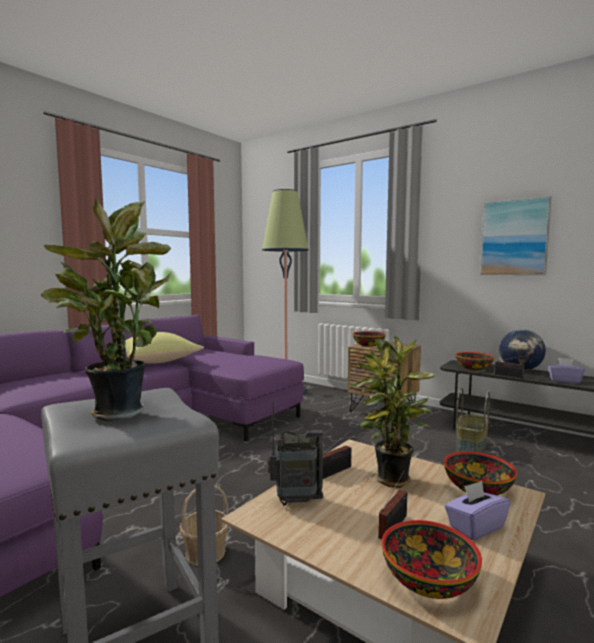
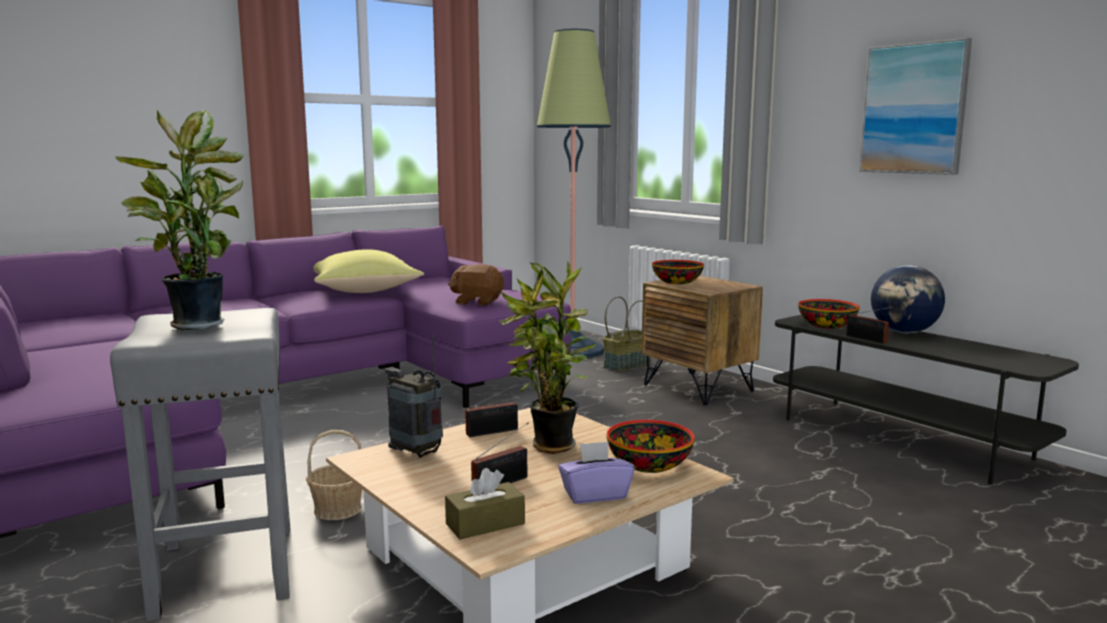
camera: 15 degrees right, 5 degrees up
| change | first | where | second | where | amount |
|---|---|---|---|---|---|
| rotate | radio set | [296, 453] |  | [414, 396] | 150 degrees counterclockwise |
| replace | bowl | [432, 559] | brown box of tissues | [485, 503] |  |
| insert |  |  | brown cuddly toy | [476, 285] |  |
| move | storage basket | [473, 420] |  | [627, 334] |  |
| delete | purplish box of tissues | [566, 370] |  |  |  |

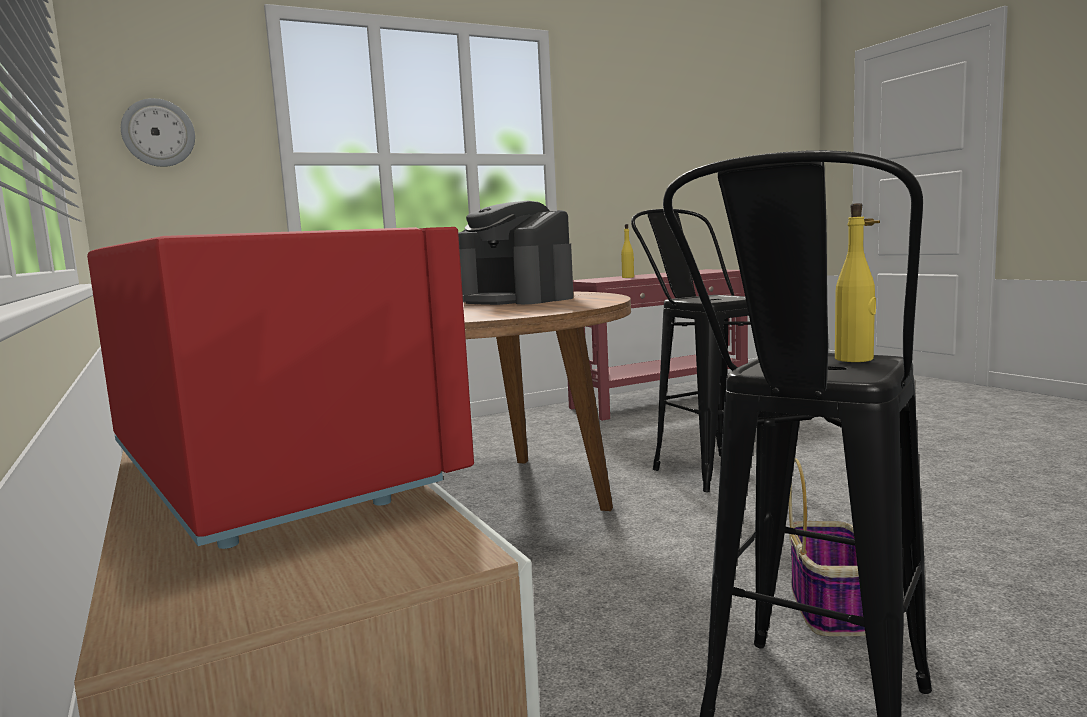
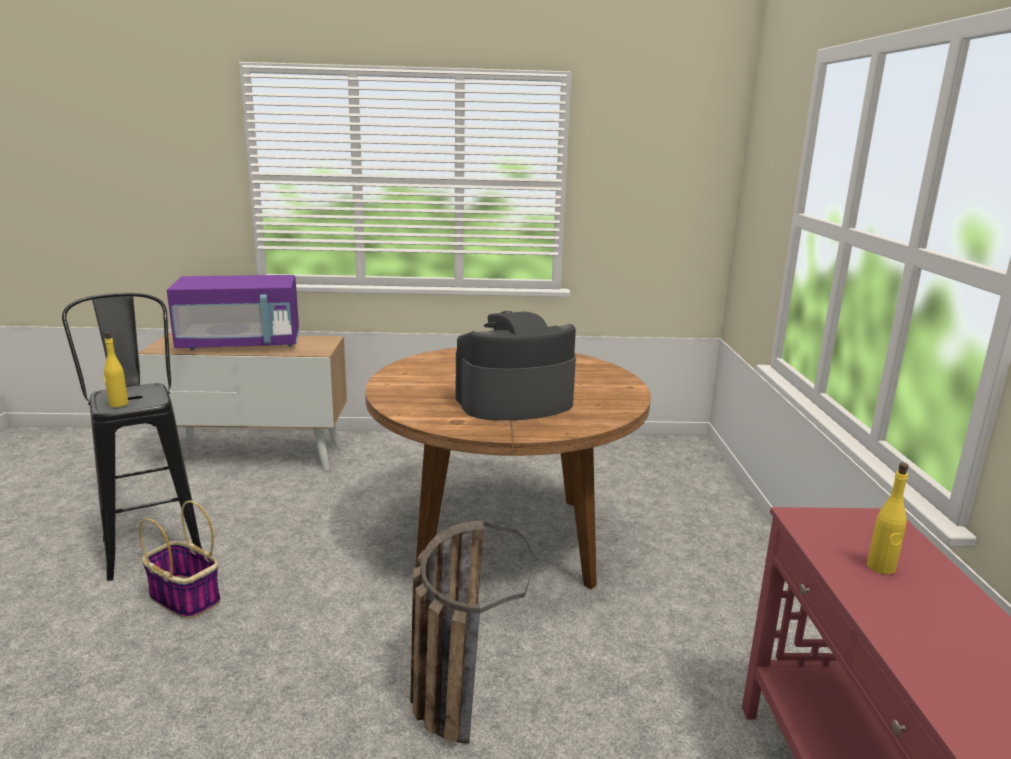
camera: 115 degrees right, 10 degrees up
| change | first | where | second | where | amount |
|---|---|---|---|---|---|
| recolor | red kitchen microwave | [280, 388] | purplish kitchen microwave | [233, 312] |  |
| replace | black-coloured stool seat | [691, 350] | storage basket | [470, 632] |  |
| delete | hanging clock | [158, 132] |  |  |  |

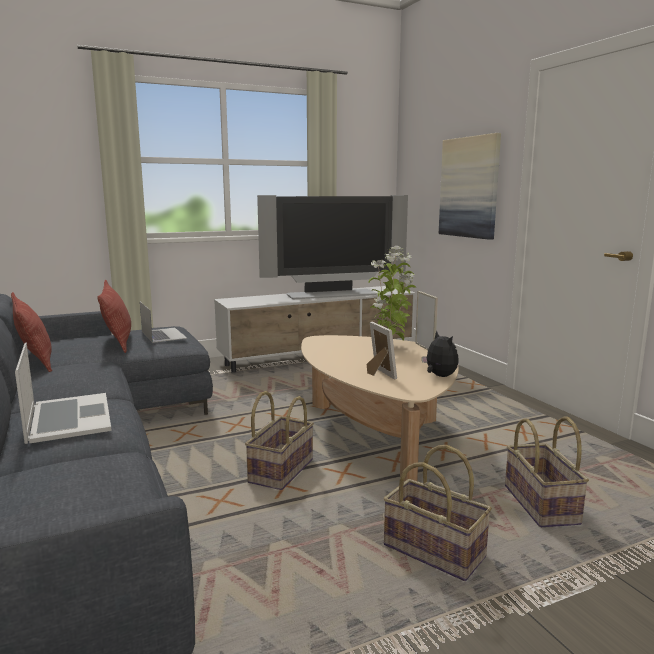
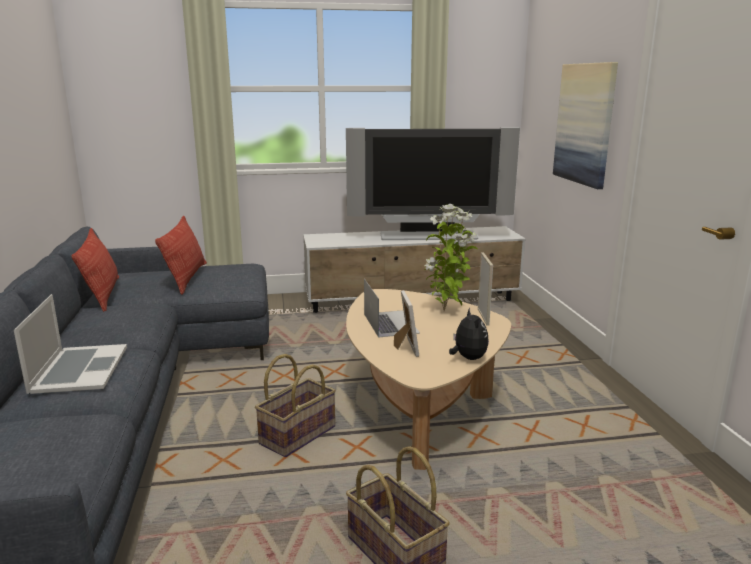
camera: 15 degrees right, 5 degrees up
| change | first | where | second | where | amount |
|---|---|---|---|---|---|
| move | laptop | [163, 322] |  | [392, 308] |  |
| delete | storage basket | [547, 471] |  |  |  |

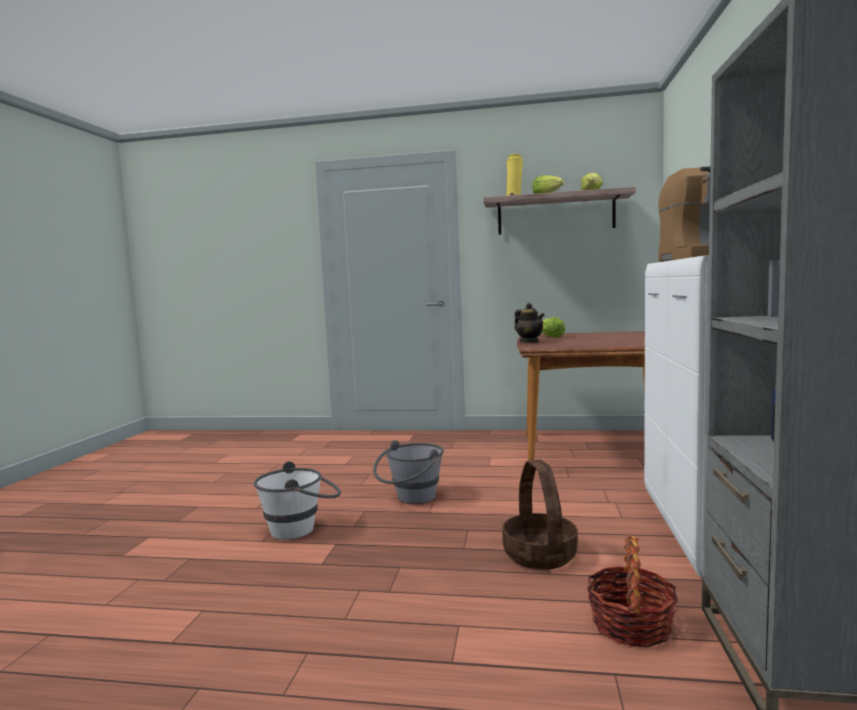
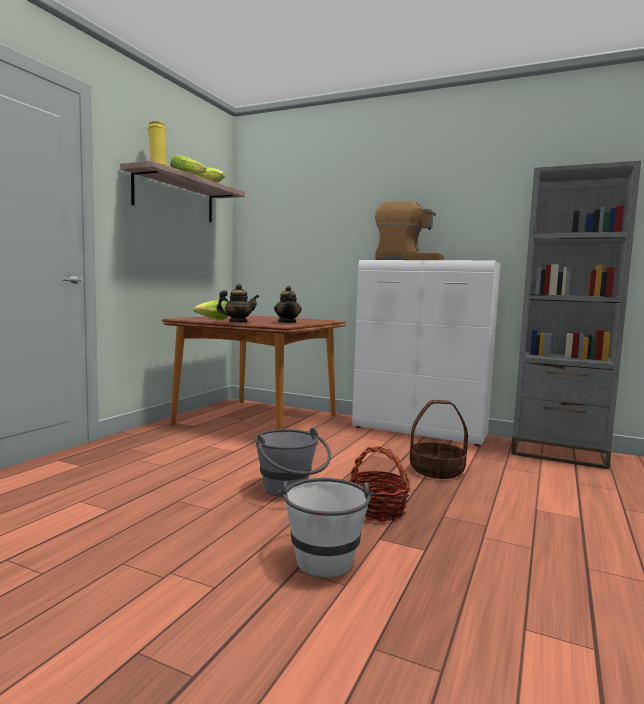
camera: 75 degrees left, 0 degrees up
| change | first | where | second | where | amount |
|---|---|---|---|---|---|
| insert |  |  | pot for tea | [288, 304] |  |
| move | storage basket | [632, 591] |  | [380, 483] |  |

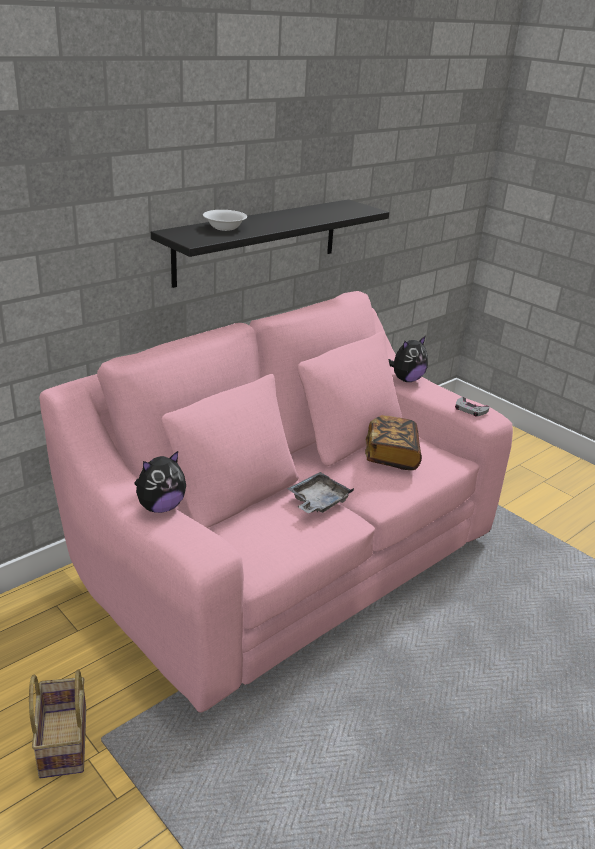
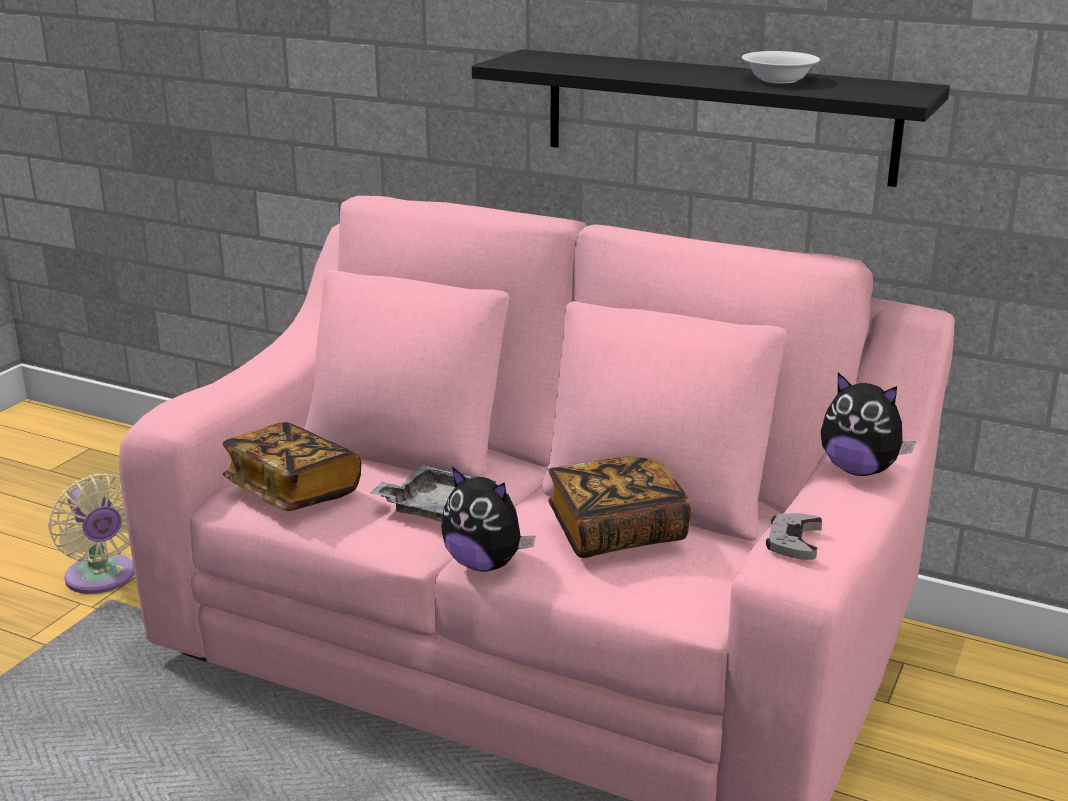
camera: 70 degrees right, 5 degrees down
| change | first | where | second | where | amount |
|---|---|---|---|---|---|
| replace | storage basket | [57, 724] | beige fan | [91, 533] |  |
| insert |  |  | book | [292, 466] |  |
| move | cuddly toy | [160, 482] |  | [488, 519] |  |
| move | white bowl | [225, 220] |  | [781, 67] |  |

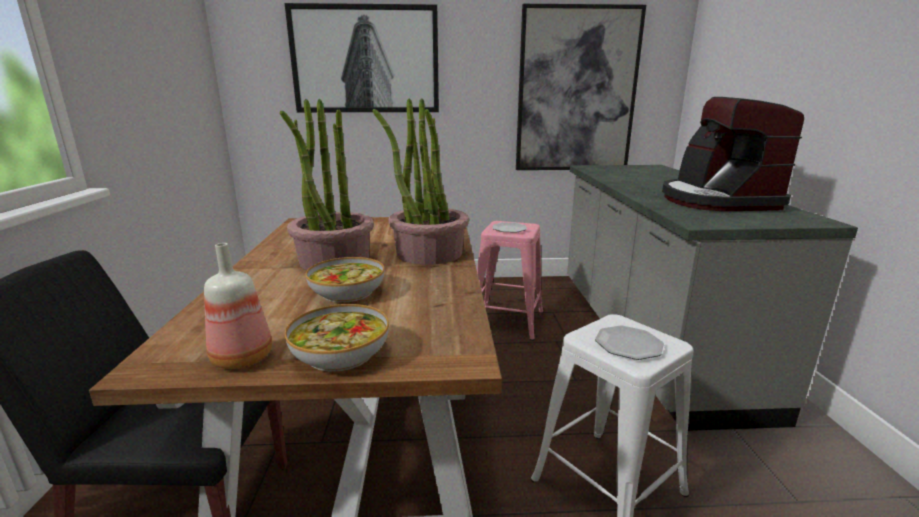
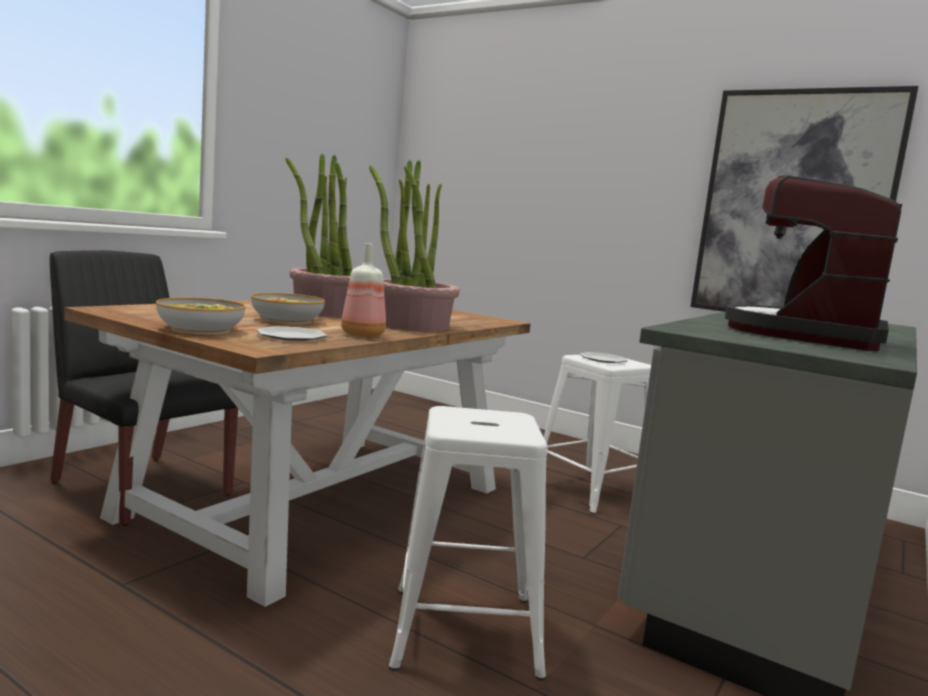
camera: 35 degrees right, 10 degrees down
| change | first | where | second | where | amount |
|---|---|---|---|---|---|
| move | plate | [629, 342] |  | [291, 333] |  |
| move | beverage bottle | [238, 306] |  | [363, 290] |  |
| recolor | pink stool seat | [510, 281] | white stool seat | [597, 435] |  |
| delete | picture | [362, 57] |  |  |  |

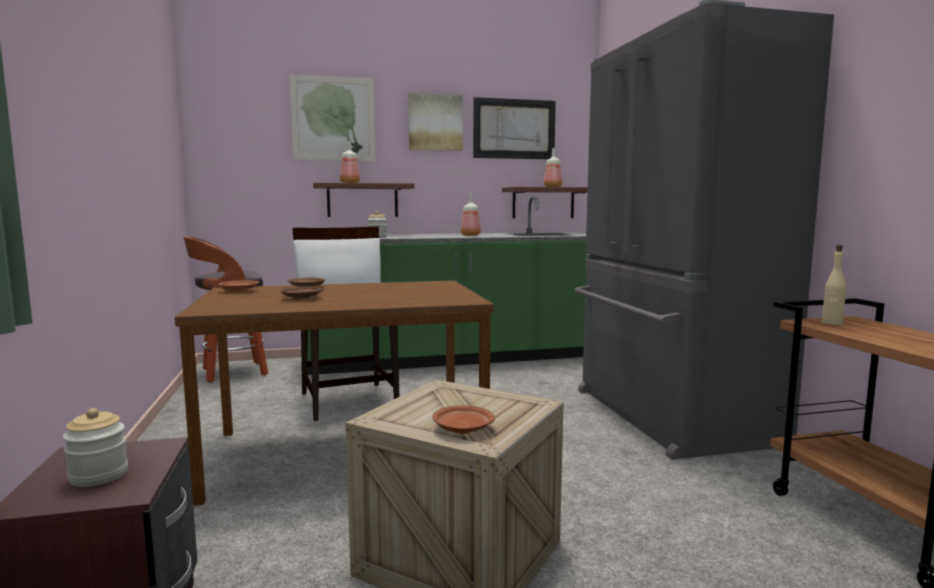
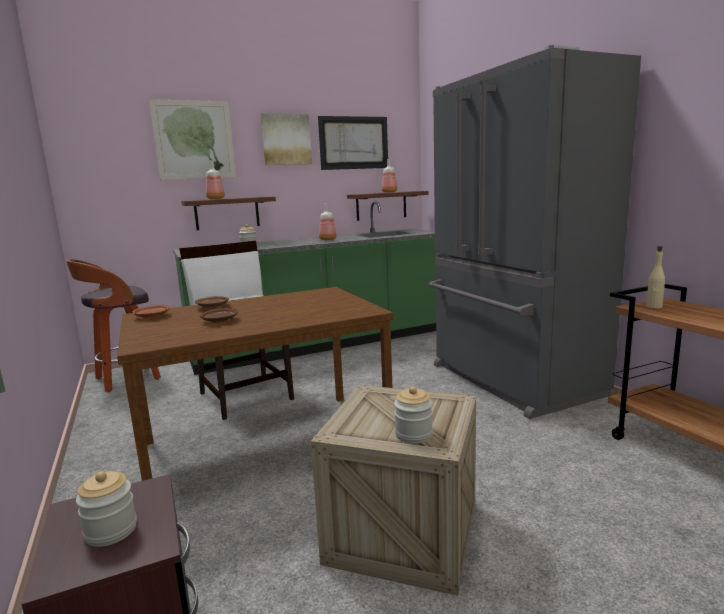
camera: 10 degrees left, 5 degrees up
| change | first | where | second | where | amount |
|---|---|---|---|---|---|
| replace | brown plate | [464, 420] | jar | [413, 414] |  |

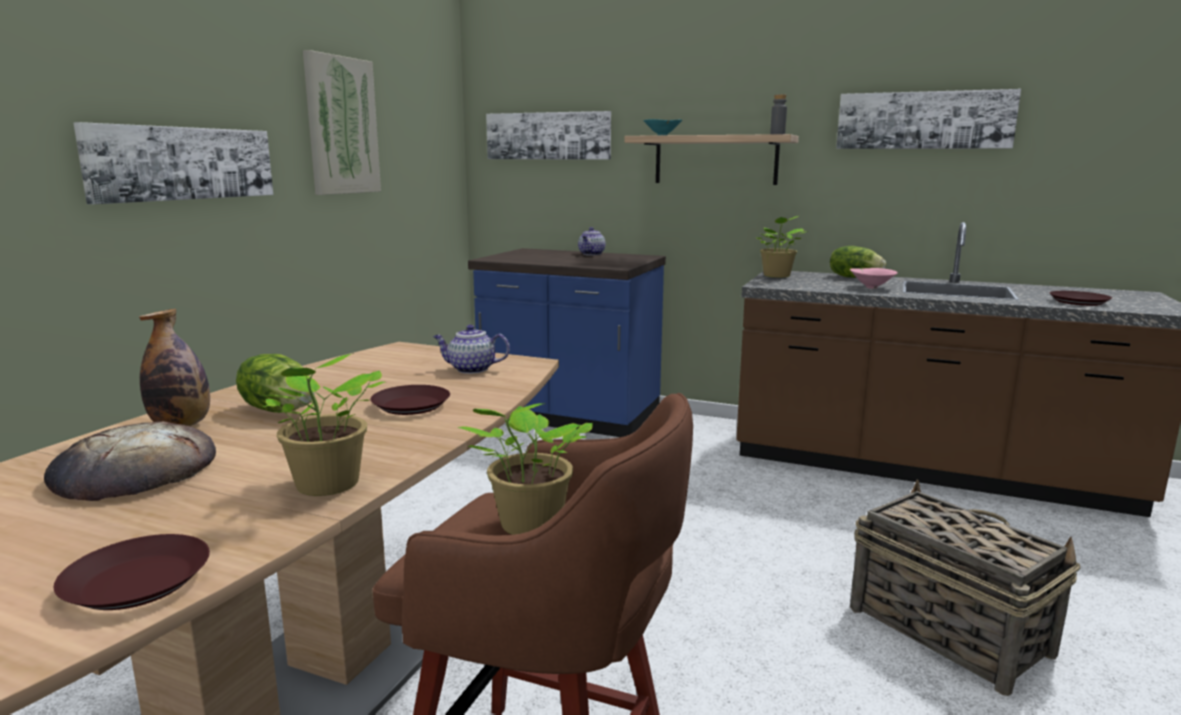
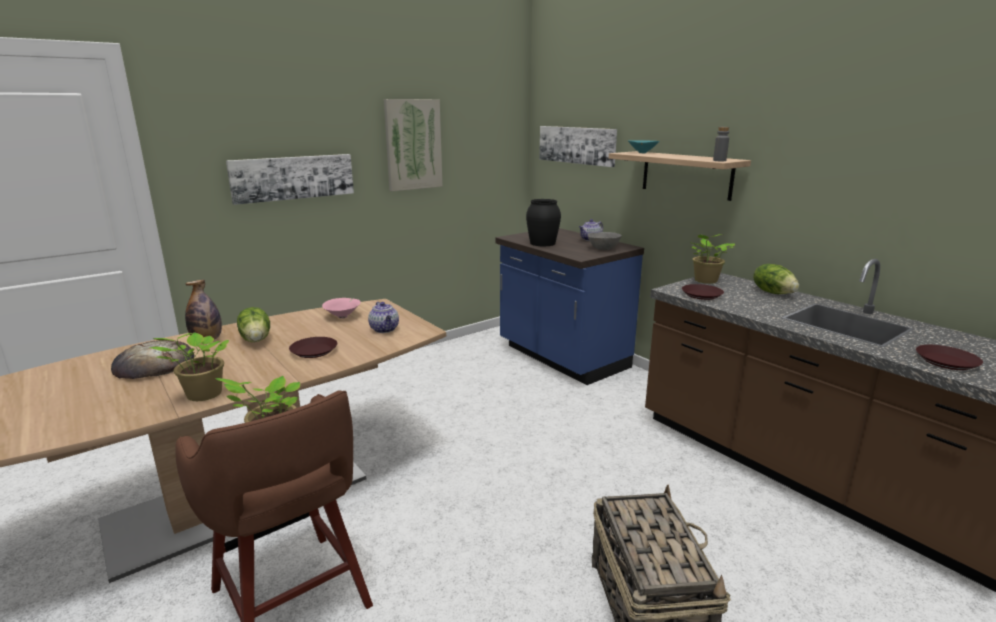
camera: 30 degrees right, 5 degrees up
| change | first | where | second | where | amount |
|---|---|---|---|---|---|
| move | pink bowl | [873, 278] |  | [341, 308] |  |
| rotate | pot for tea | [471, 349] |  | [383, 317] | 150 degrees counterclockwise |
| insert |  |  | black-coloured decorative vase | [543, 222] |  |
| insert |  |  | gray bowl | [605, 241] |  |
| move | brown plate | [132, 572] |  | [703, 292] |  |
| delete | picture | [928, 119] |  |  |  |

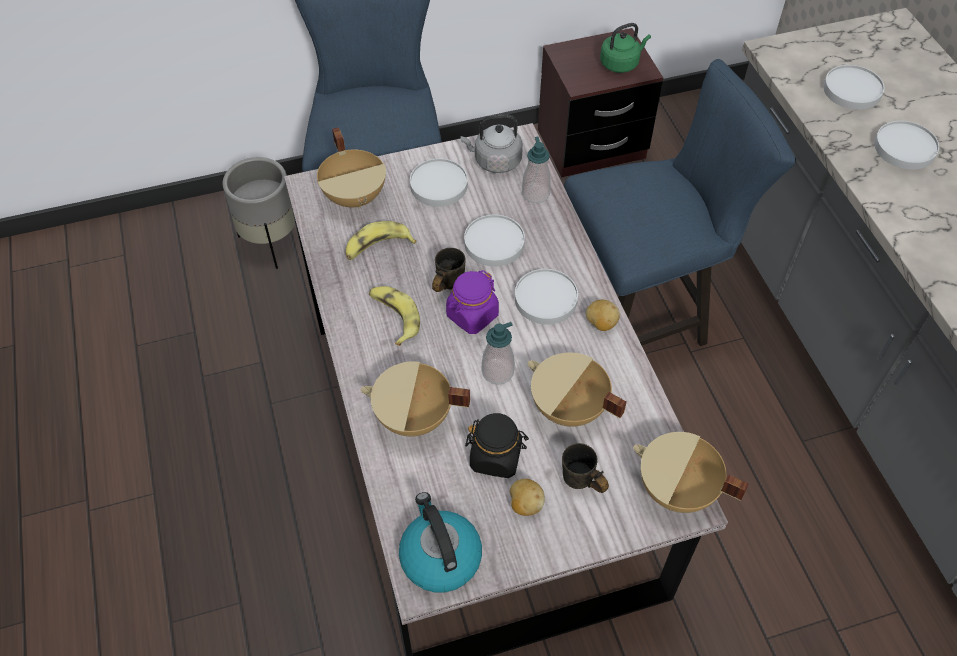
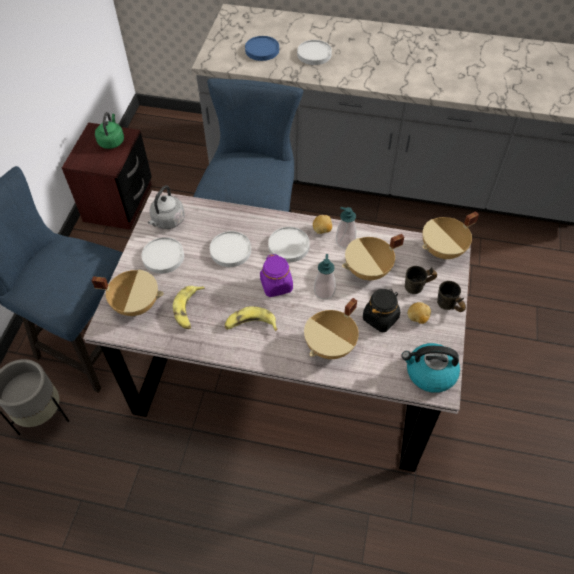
camera: 60 degrees left, 0 degrees up
| change | first | where | second | where | amount |
|---|---|---|---|---|---|
| recolor | white plate | [853, 87] | blue-coloured plate | [262, 48] |  |
| move | soap dispenser | [536, 170] |  | [346, 227] |  |
| move | gray tea mug | [449, 270] |  | [451, 296] |  |

